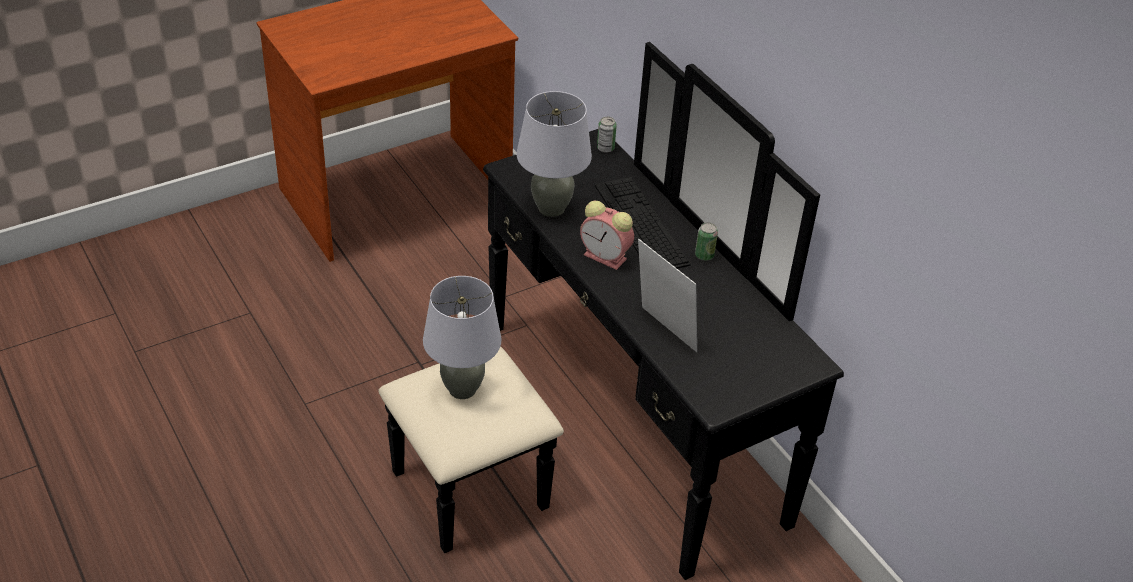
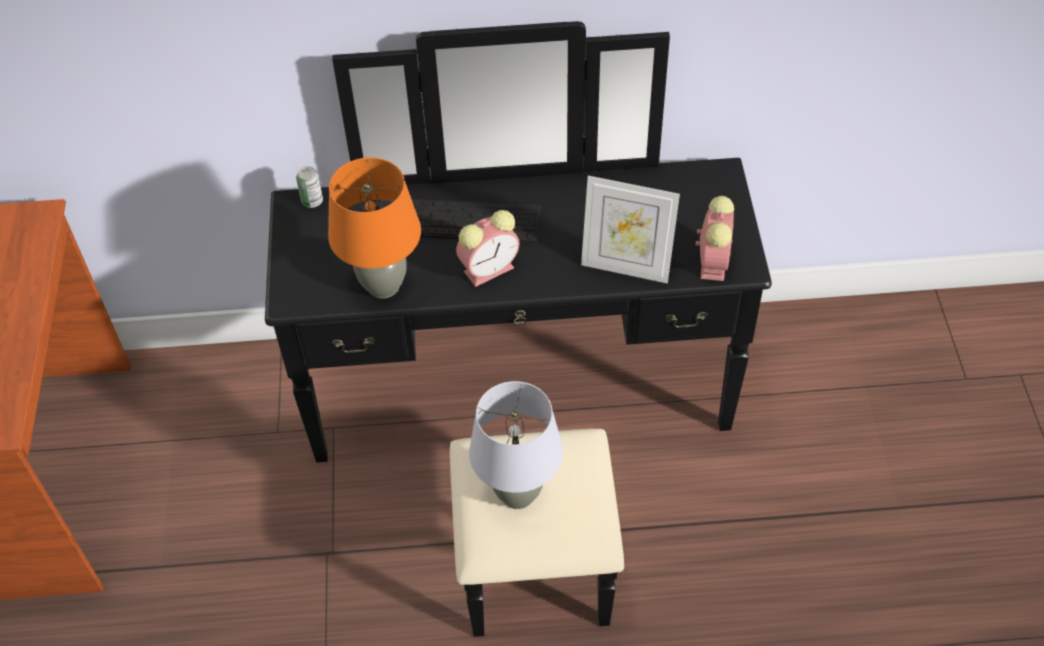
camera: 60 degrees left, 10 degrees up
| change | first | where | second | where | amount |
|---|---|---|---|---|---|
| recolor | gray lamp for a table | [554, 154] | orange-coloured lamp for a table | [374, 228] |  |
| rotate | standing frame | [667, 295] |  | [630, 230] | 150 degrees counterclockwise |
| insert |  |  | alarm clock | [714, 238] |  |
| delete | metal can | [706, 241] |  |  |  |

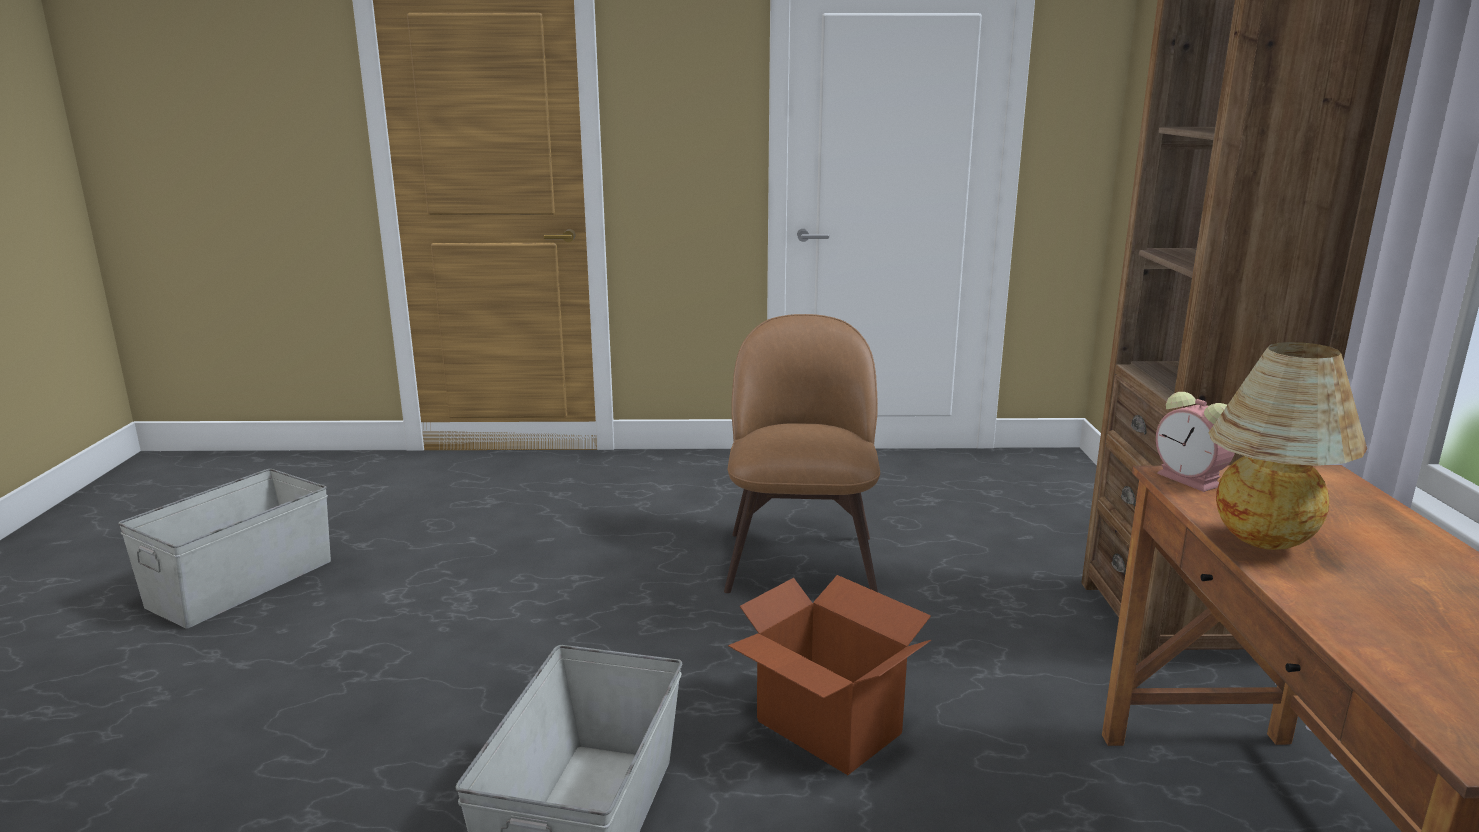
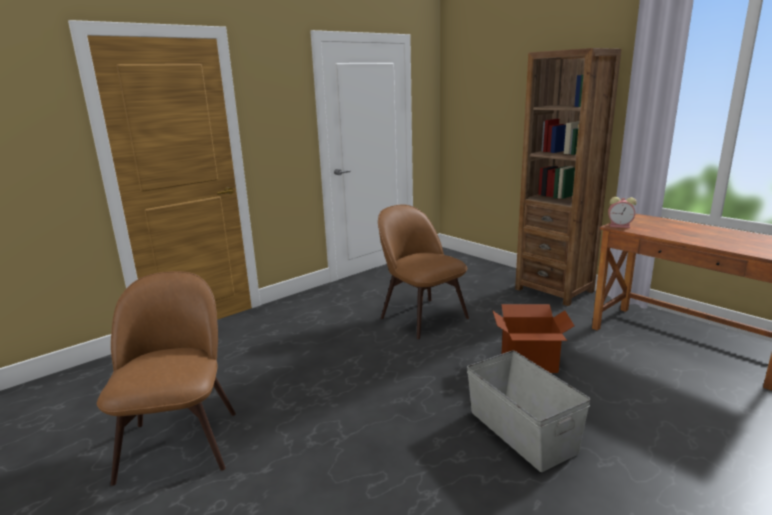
camera: 40 degrees left, 0 degrees up
| change | first | where | second | where | amount |
|---|---|---|---|---|---|
| replace | gray storage box | [224, 549] | brown upright chair | [166, 378] |  |
| delete | lamp for a table | [1287, 446] |  |  |  |

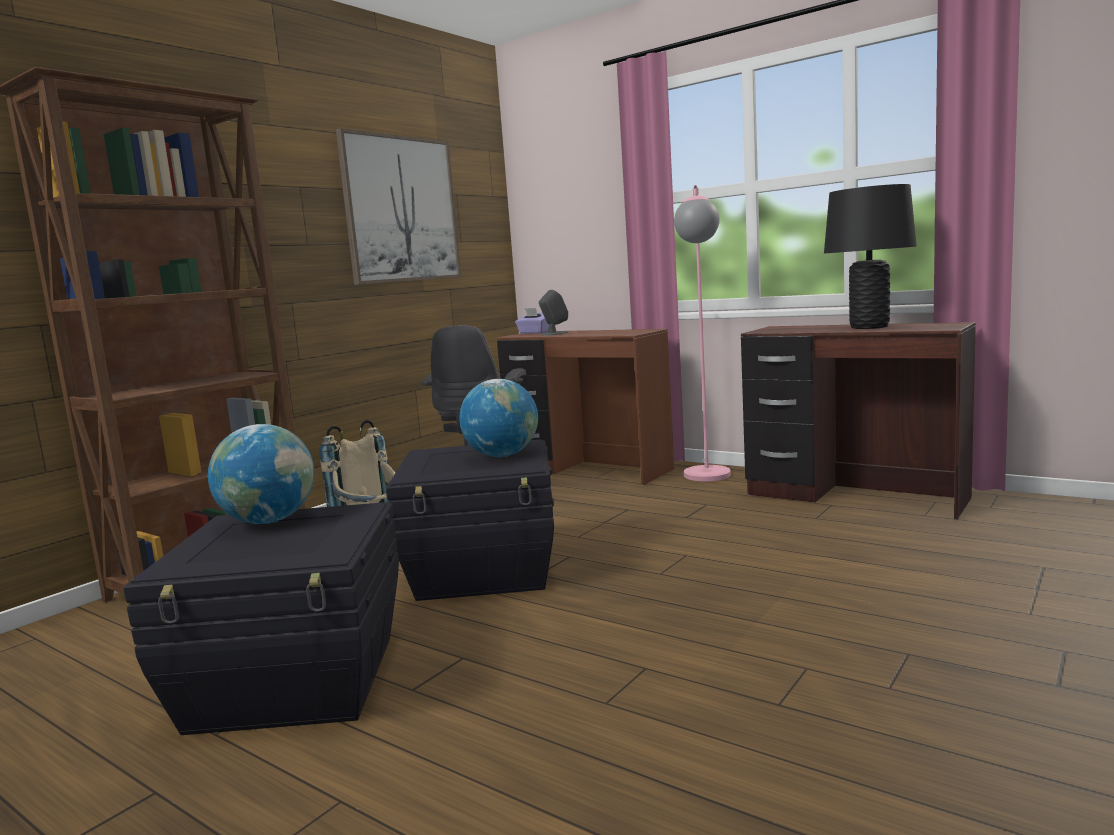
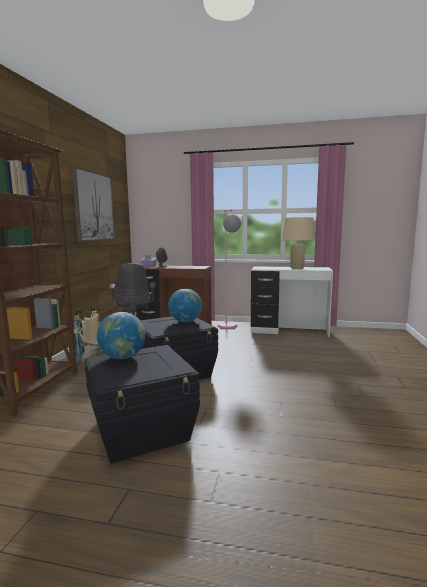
camera: 25 degrees left, 0 degrees up
| change | first | where | second | where | amount |
|---|---|---|---|---|---|
| recolor | brown desk table | [858, 421] | white desk table | [292, 301] |  |
| recolor | black-coloured lamp for a table | [870, 256] | beige lamp for a table | [298, 243] |  |

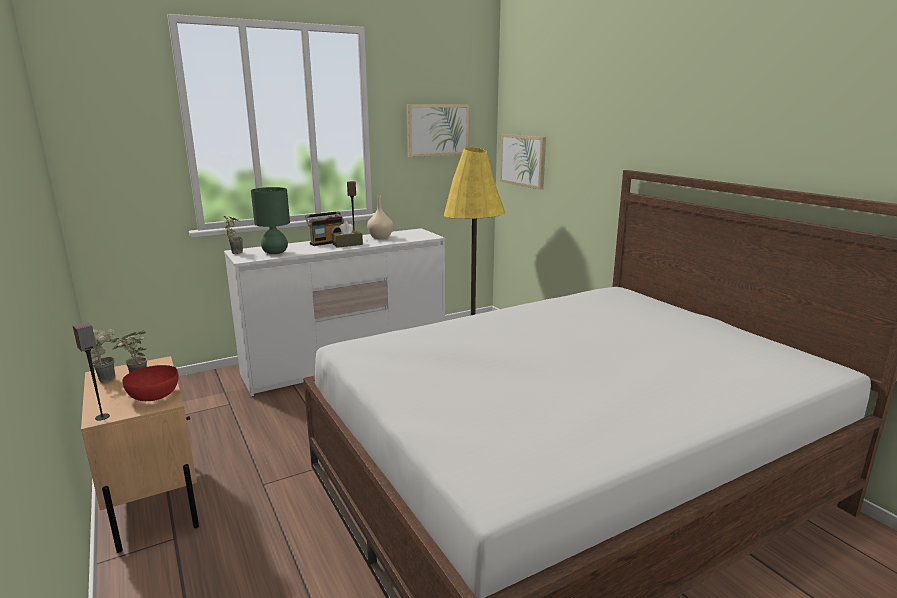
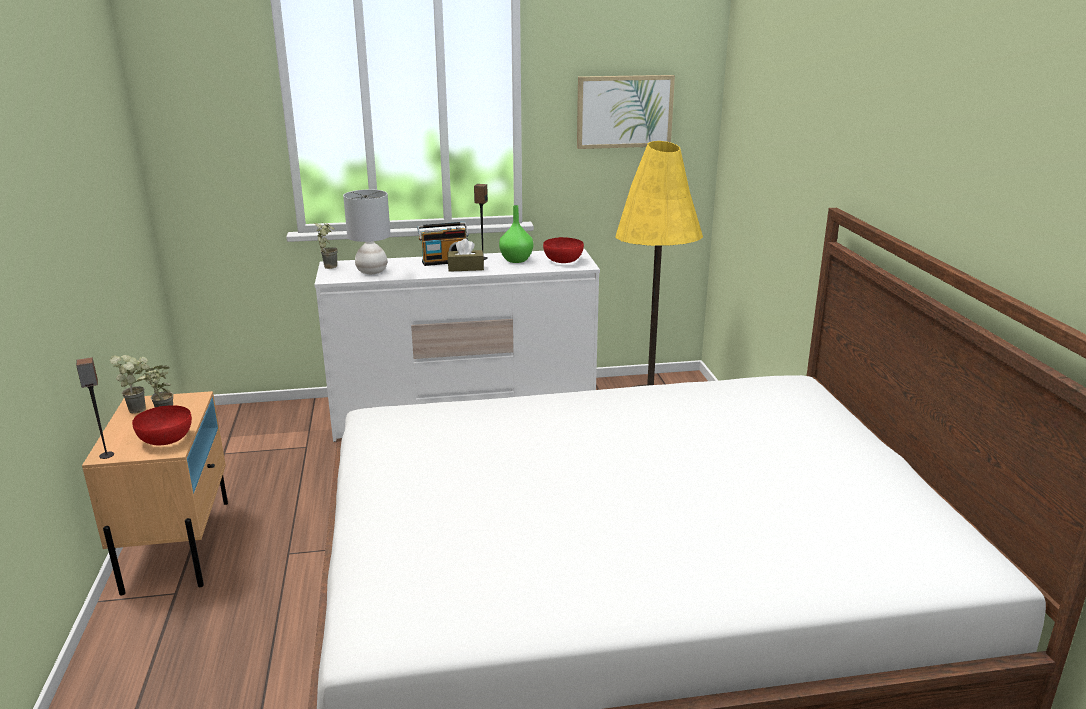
camera: 20 degrees right, 5 degrees up
| change | first | where | second | where | amount |
|---|---|---|---|---|---|
| recolor | greenish lamp for a table | [270, 220] | gray lamp for a table | [367, 231] |  |
| recolor | beige decorative vase | [380, 217] | greenish decorative vase | [516, 234] |  |
| insert |  |  | red bowl | [563, 250] |  |
| delete | picture | [523, 162] |  |  |  |

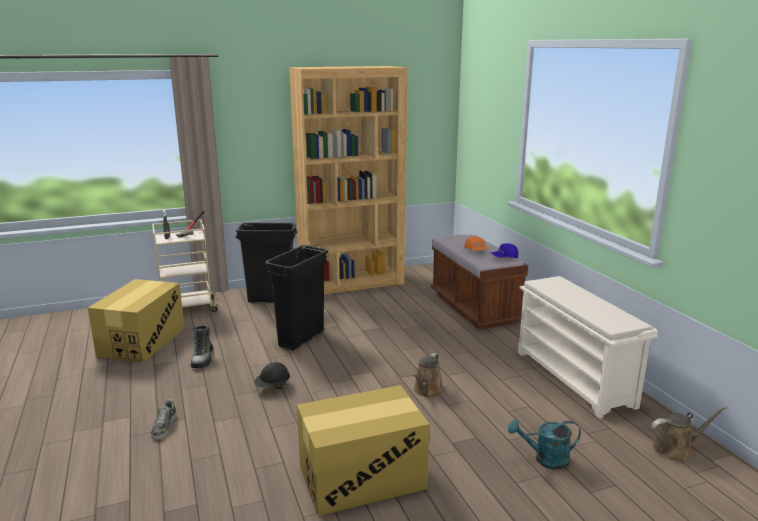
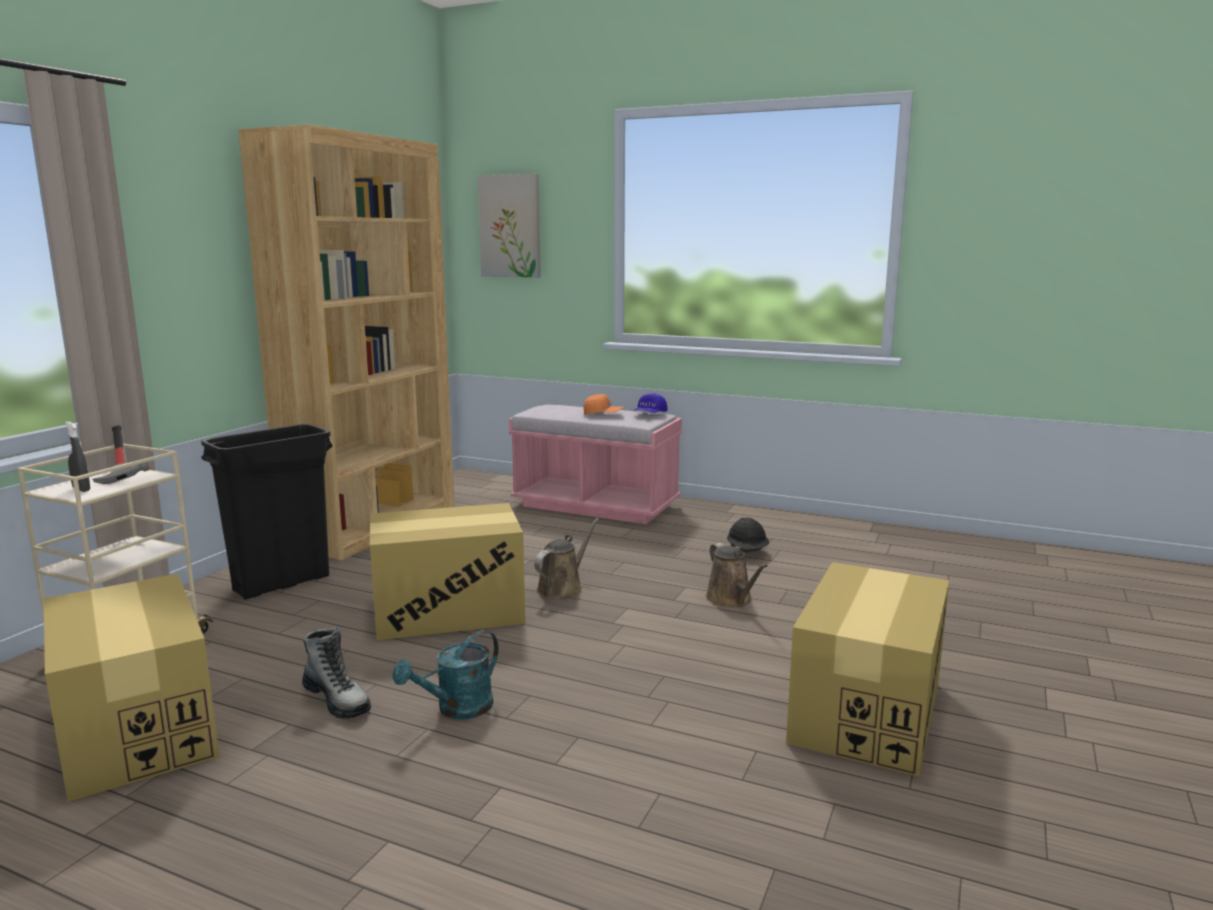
camera: 45 degrees left, 5 degrees down
| change | first | where | second | where | amount |
|---|---|---|---|---|---|
| replace | black-coloured waste bin | [296, 297] | carton | [448, 571] |  |
| move | blue-green sprinkling can | [544, 445] |  | [446, 674] |  |
| insert |  |  | picture | [509, 226] |  |
| recolor | brown bench | [479, 282] | pink bench | [595, 464] |  |
| move | brown sprinkling can | [689, 434] |  | [566, 558] |  |
| move | black-coloured hard hat | [272, 375] |  | [748, 535] |  |
| delete | shoe | [164, 419] |  |  |  |
| delete | white shoe rack | [588, 347] |  |  |  |

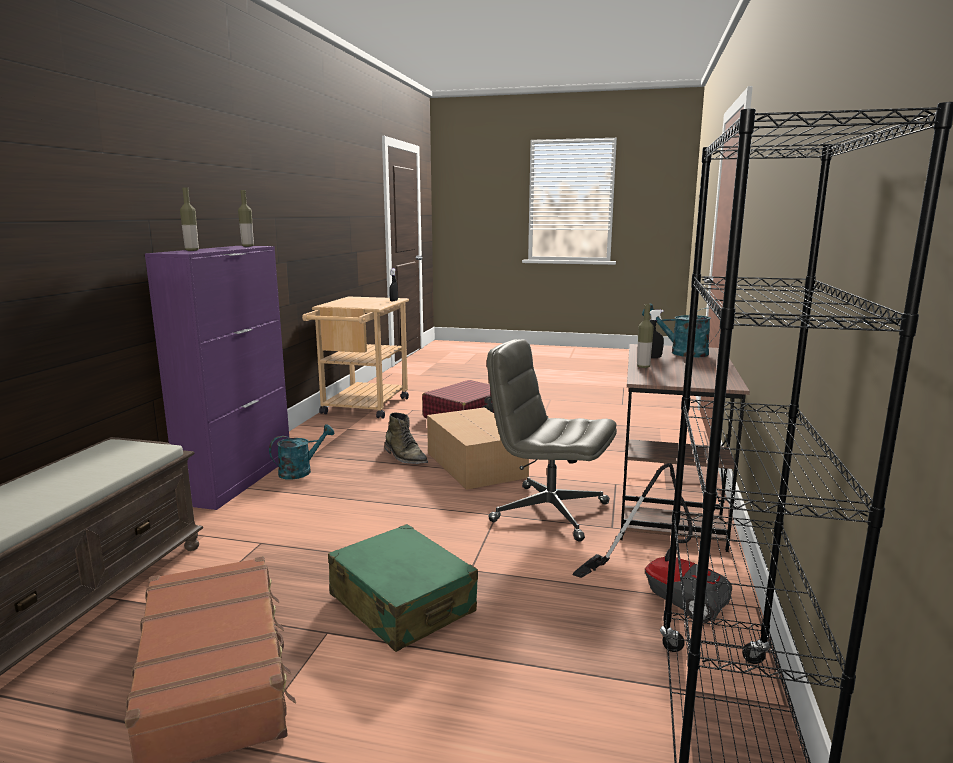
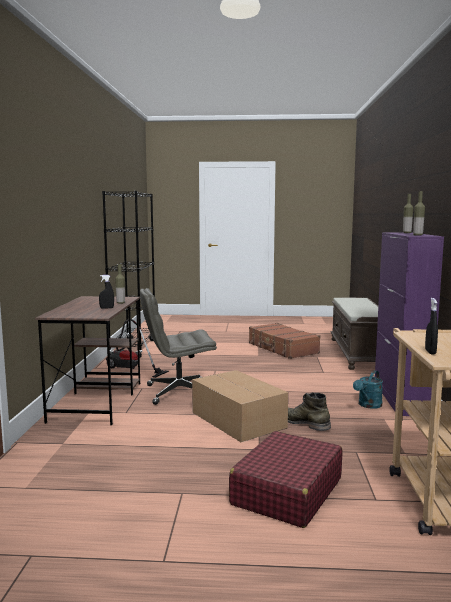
camera: 170 degrees right, 5 degrees down
| change | first | where | second | where | amount |
|---|---|---|---|---|---|
| rotate | gray office chair | [552, 440] |  | [178, 346] | 150 degrees clockwise |
| delete | greenish suitcase | [403, 588] |  |  |  |
| delete | blue-green sprinkling can | [681, 330] |  |  |  |

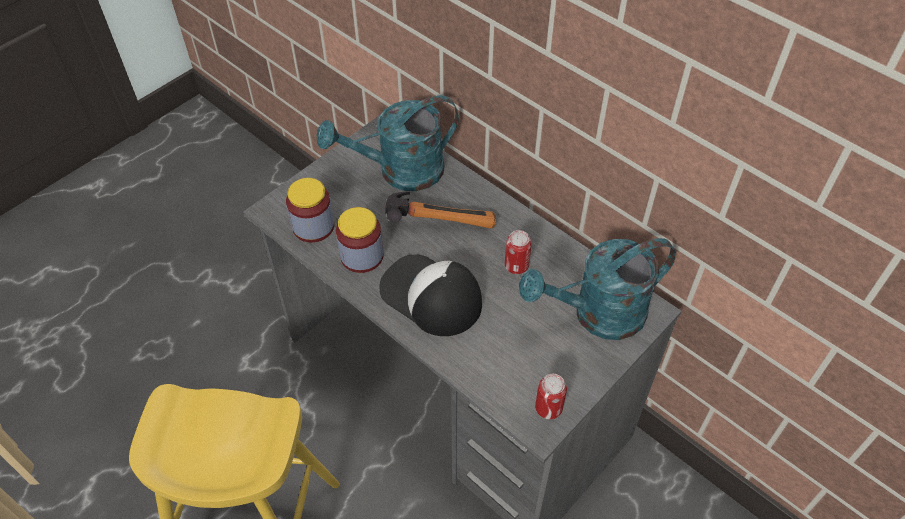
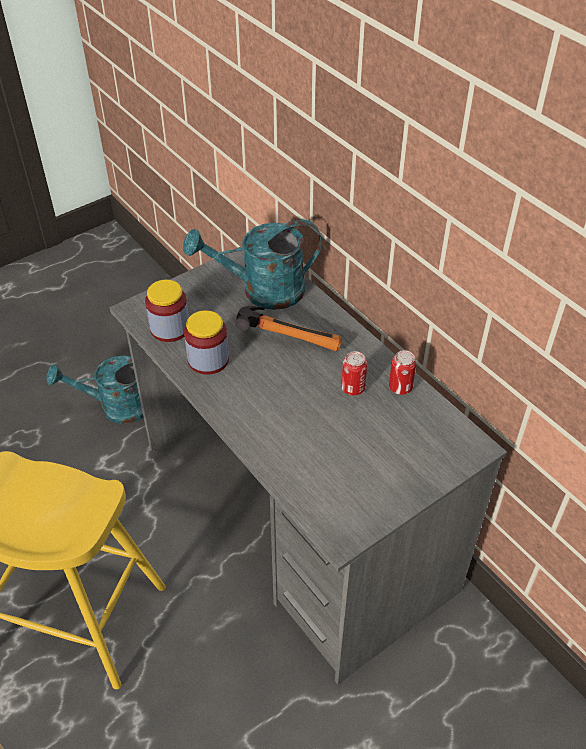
camera: 10 degrees right, 5 degrees down
| change | first | where | second | where | amount |
|---|---|---|---|---|---|
| move | blue-green sprinkling can | [597, 289] |  | [94, 389] |  |
| move | metal can | [551, 396] |  | [402, 372] |  |
| delete | peaked cap | [430, 295] |  |  |  |

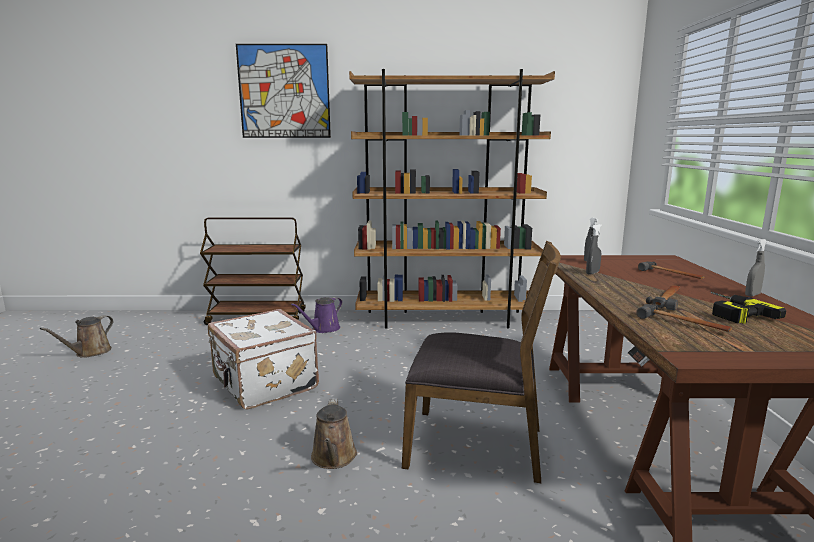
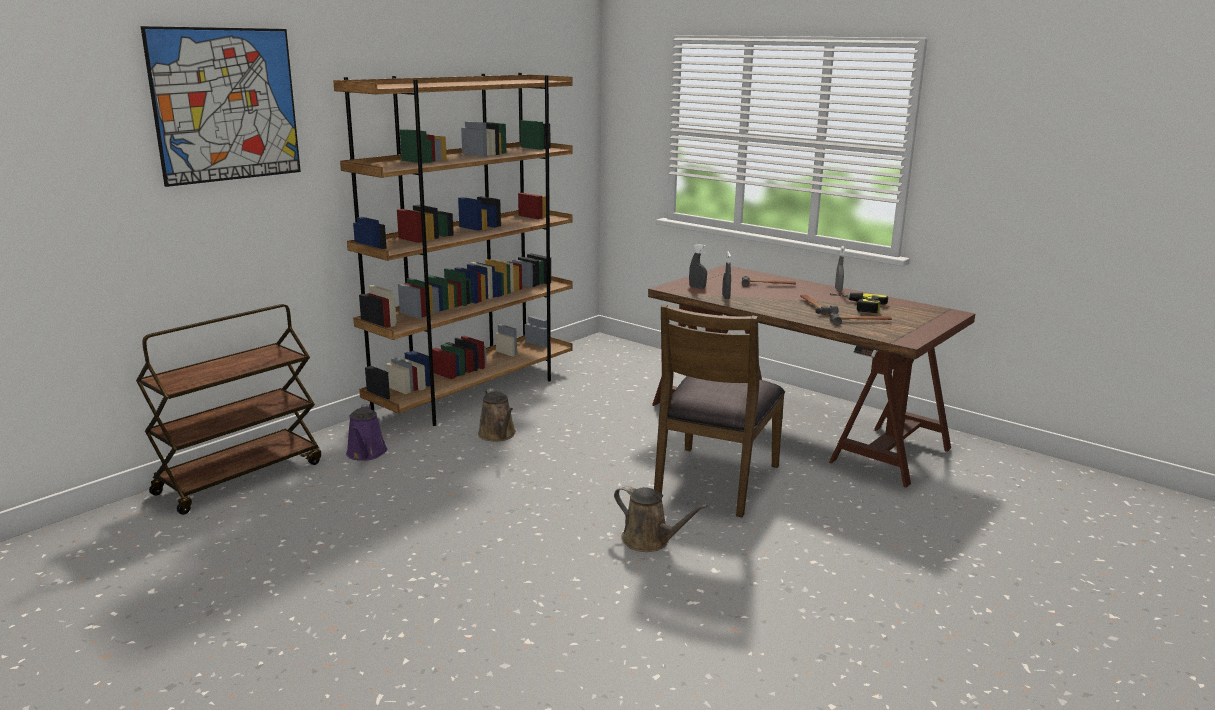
camera: 50 degrees left, 5 degrees up
| change | first | where | second | where | amount |
|---|---|---|---|---|---|
| move | brown sprinkling can | [76, 336] |  | [497, 415] |  |
| rotate | brown upright chair | [481, 362] |  | [719, 411] | 150 degrees clockwise |
| delete | white suitcase | [263, 359] |  |  |  |

